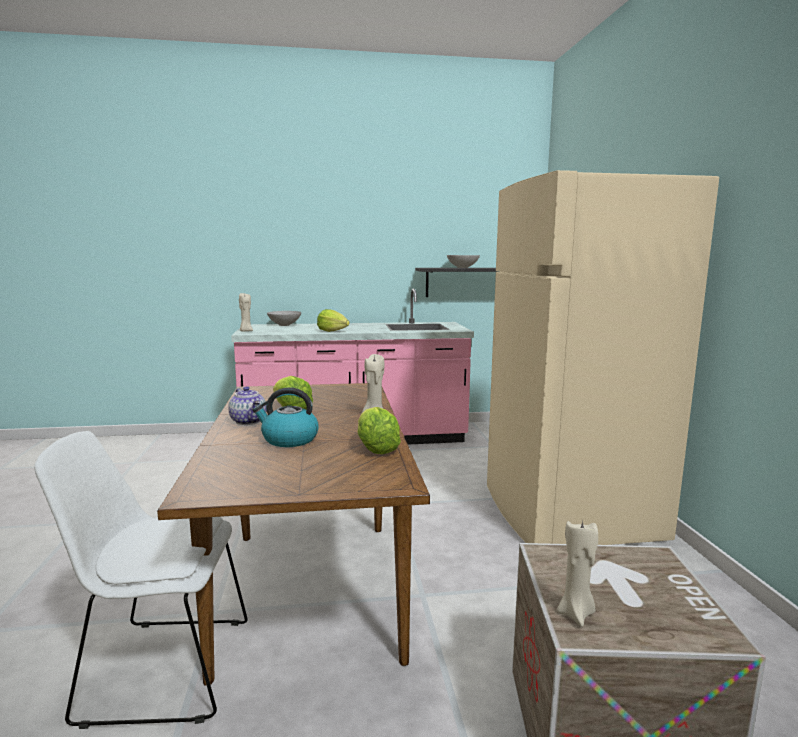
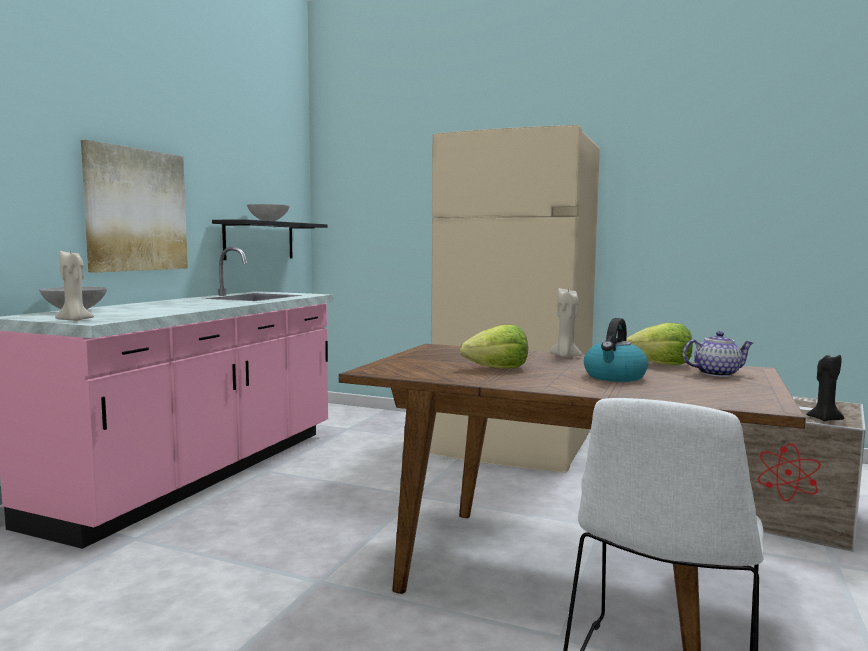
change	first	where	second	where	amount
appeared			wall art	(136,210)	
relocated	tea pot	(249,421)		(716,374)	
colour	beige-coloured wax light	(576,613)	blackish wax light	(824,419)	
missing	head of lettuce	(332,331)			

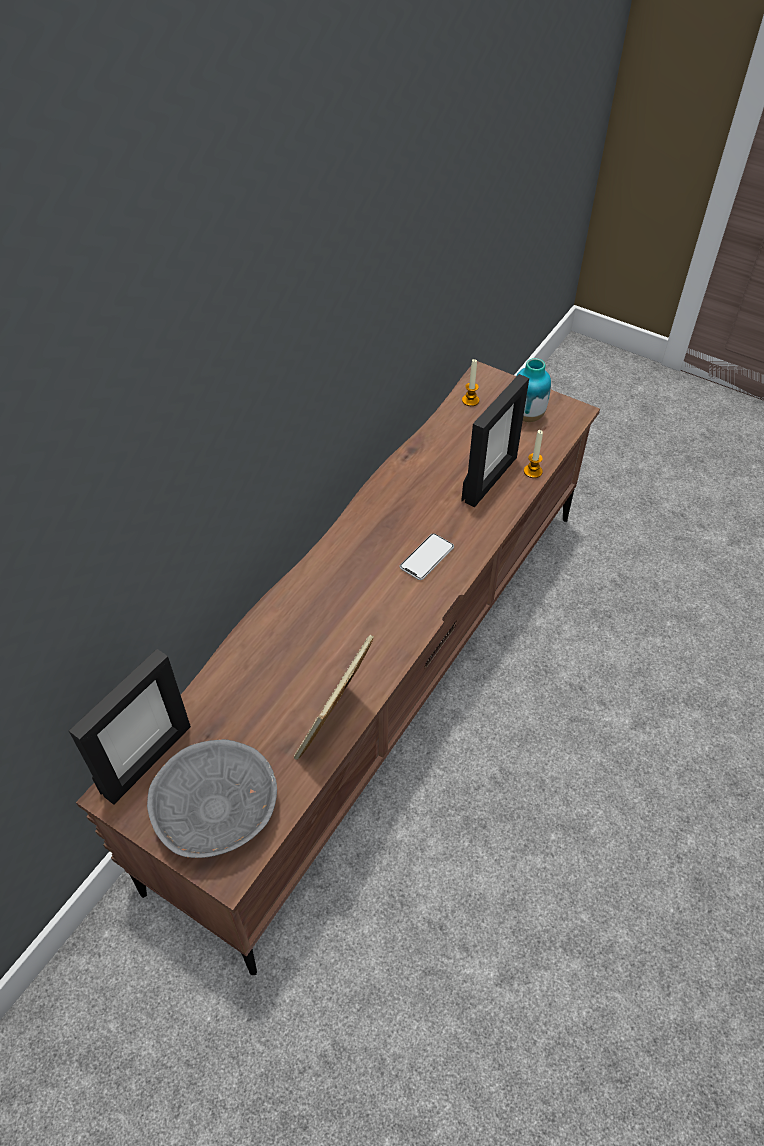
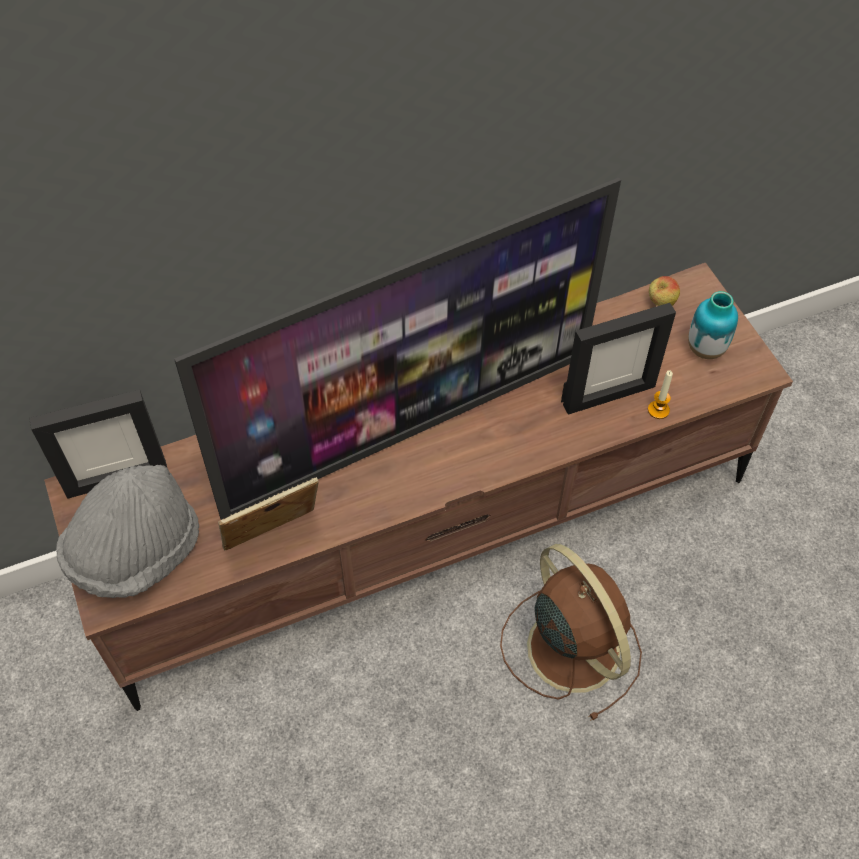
change	first	where	second	where	amount
exchanged	gray deep dish	(218,810)	gray clothing hat	(135,552)	
appeared			TV set	(409,429)	
appeared			brown-coloured electric fan	(570,645)	
exchanged	wax light	(470,400)	apple	(661,303)	
missing	telephone	(427,557)			

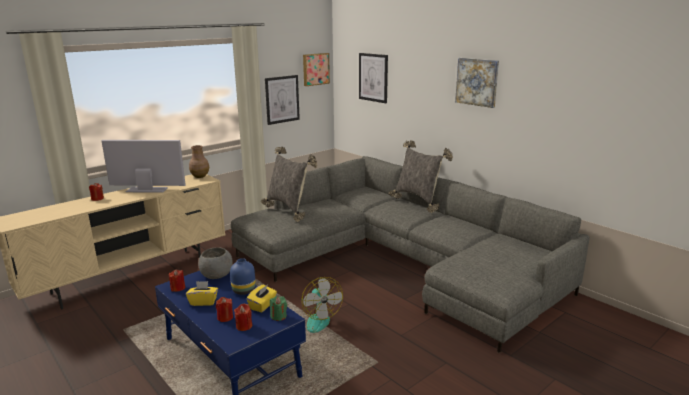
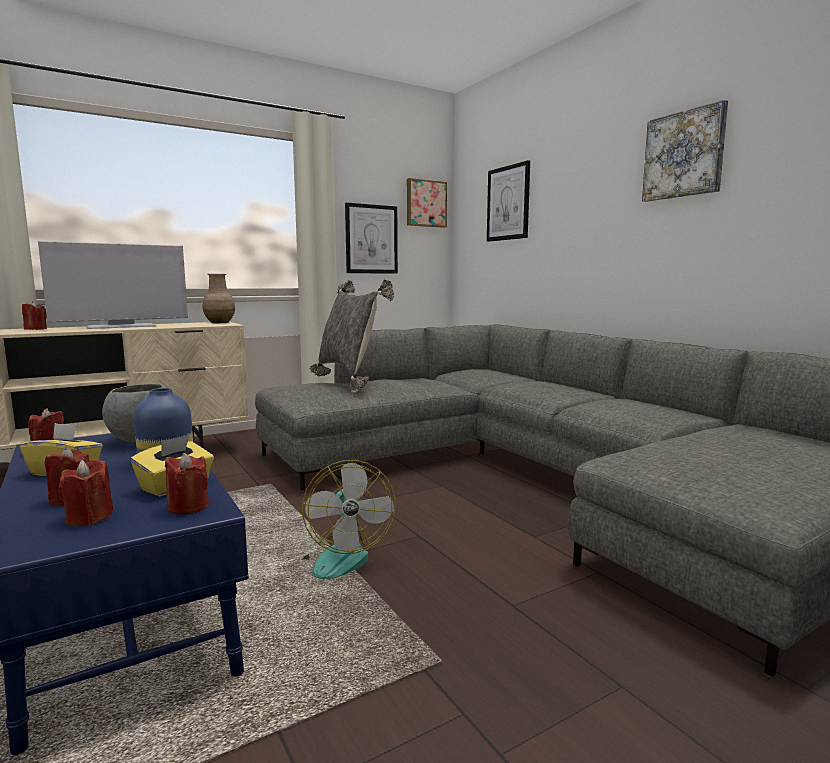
change	first	where	second	where	amount
spun	TV set	(146,190)		(122,326)	135 degrees clockwise
colour	green wax light	(278,316)	red wax light	(188,507)	
missing	cushion	(419,203)			

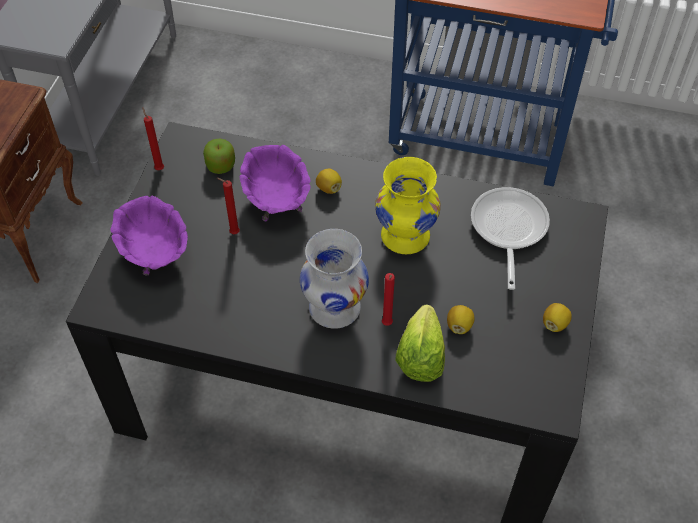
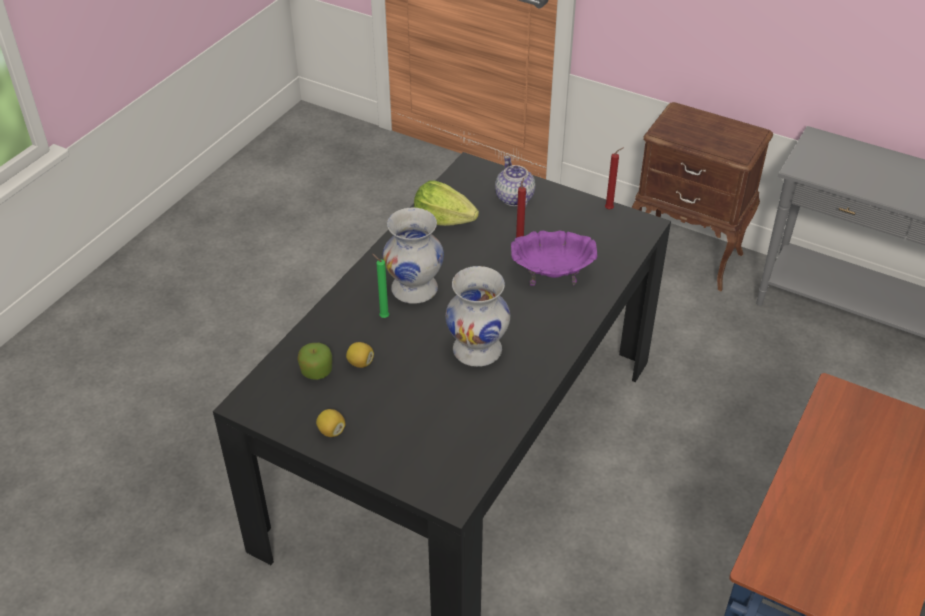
change	first	where	second	where	amount
relocated	apple	(220,165)		(316,371)	
colour	red wax light	(386,325)	green wax light	(382,317)	
relocated	head of lettuce	(420,357)		(443,220)	
colour	yellow vase	(406,236)	whitish vase	(476,350)	
exchanged	purple deep dish	(155,252)	tea pot	(514,198)	
missing	lemon	(329,188)			
missing	pan	(507,230)			

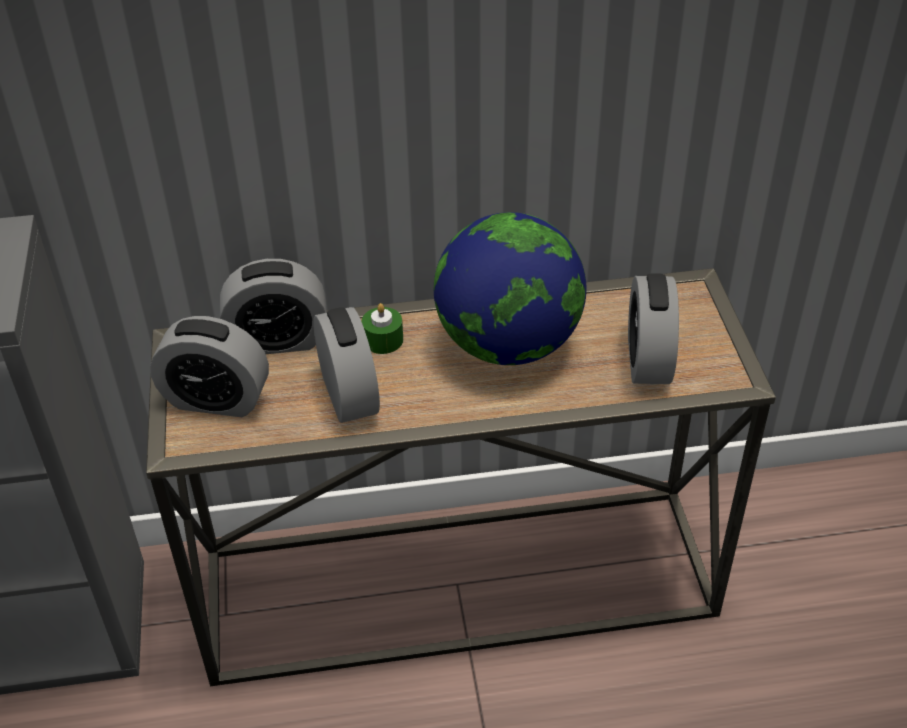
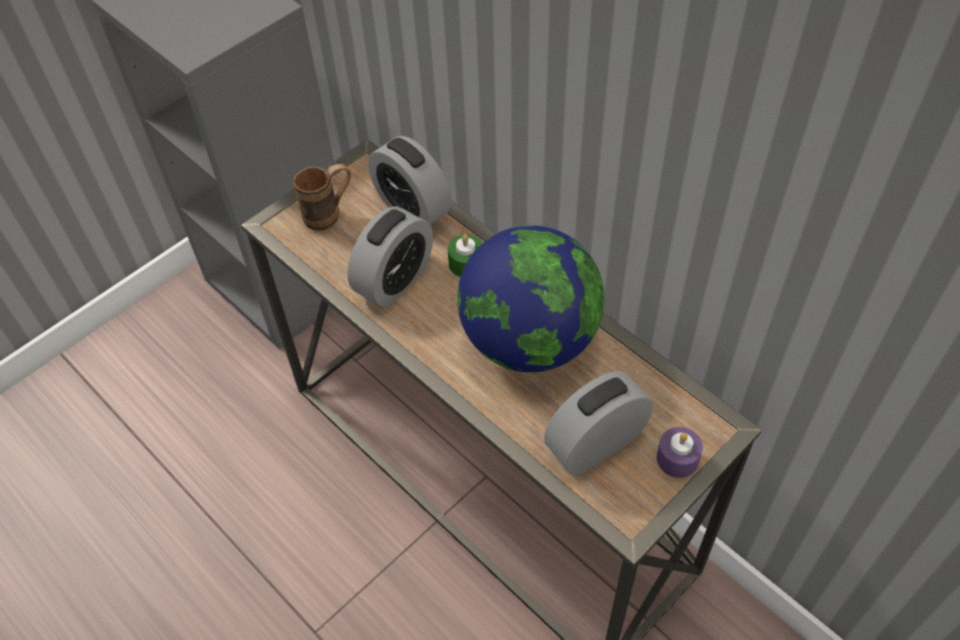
change	first	where	second	where	amount
exchanged	bedside clock	(216,399)	brown-coloured tea mug	(329,214)	
appeared			purple wax light	(677,459)	

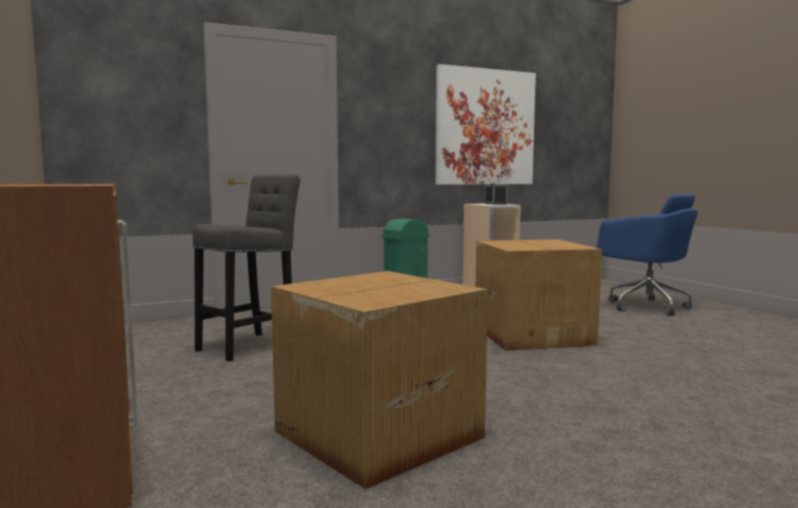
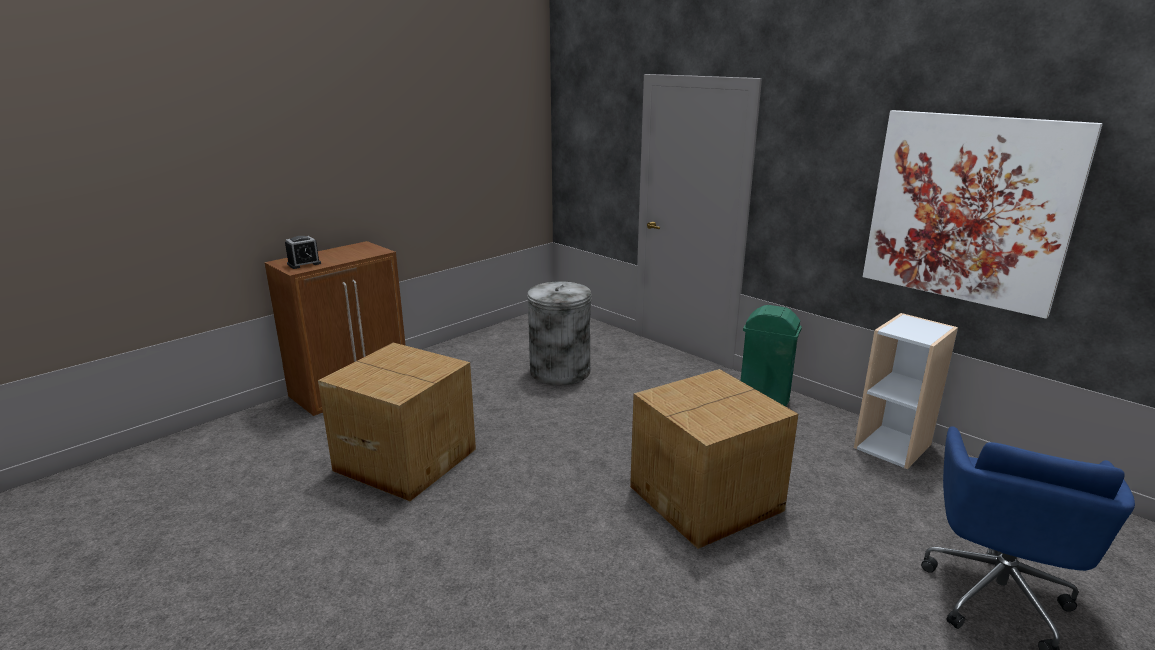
change	first	where	second	where	amount
relocated	bedside clock	(495,204)		(304,264)	
exchanged	gray stool seat	(251,346)	gray rubbish bin	(560,371)	

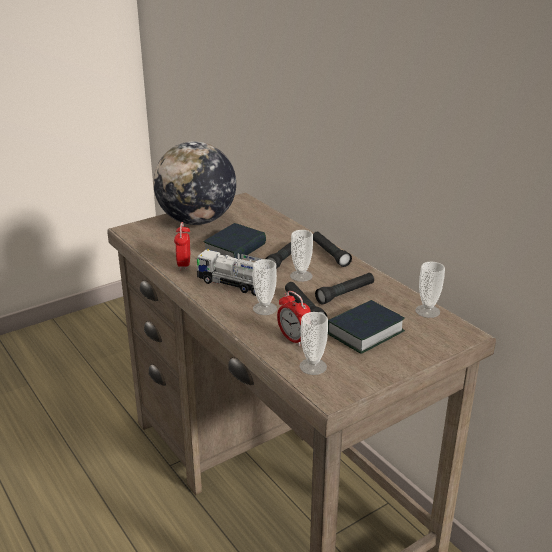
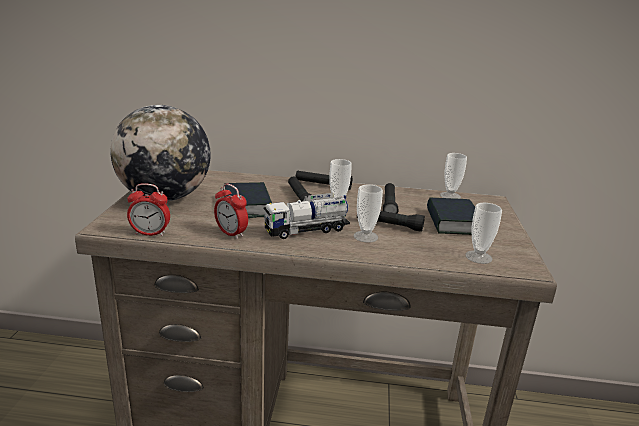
change	first	where	second	where	amount
relocated	bedside clock	(294,339)		(150,233)	

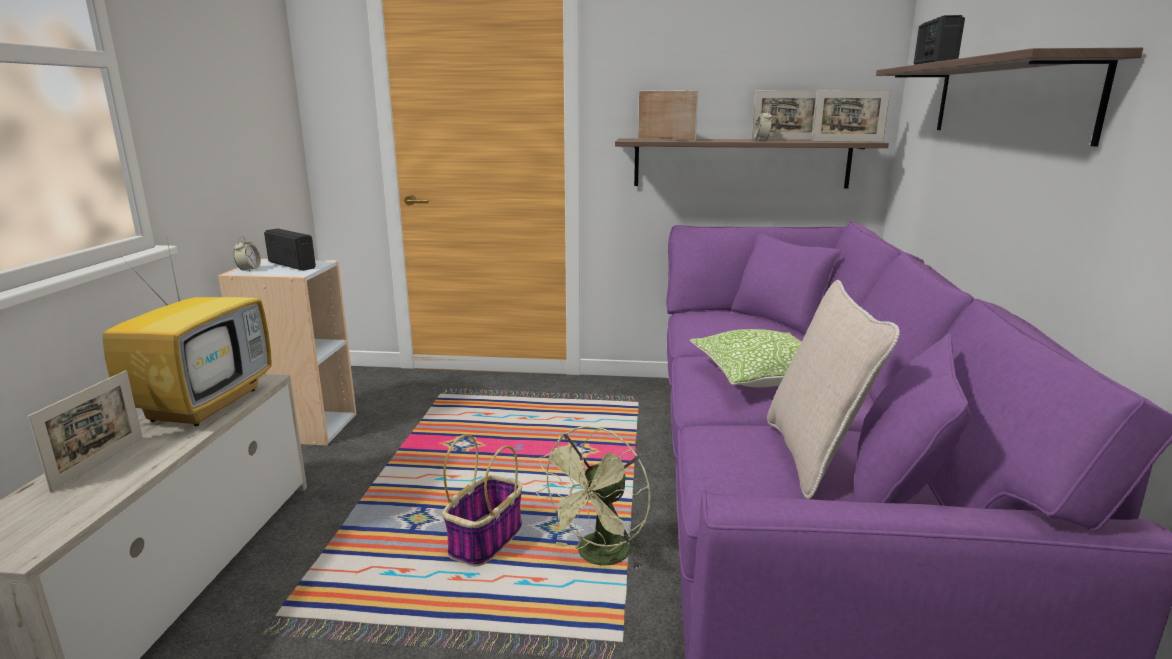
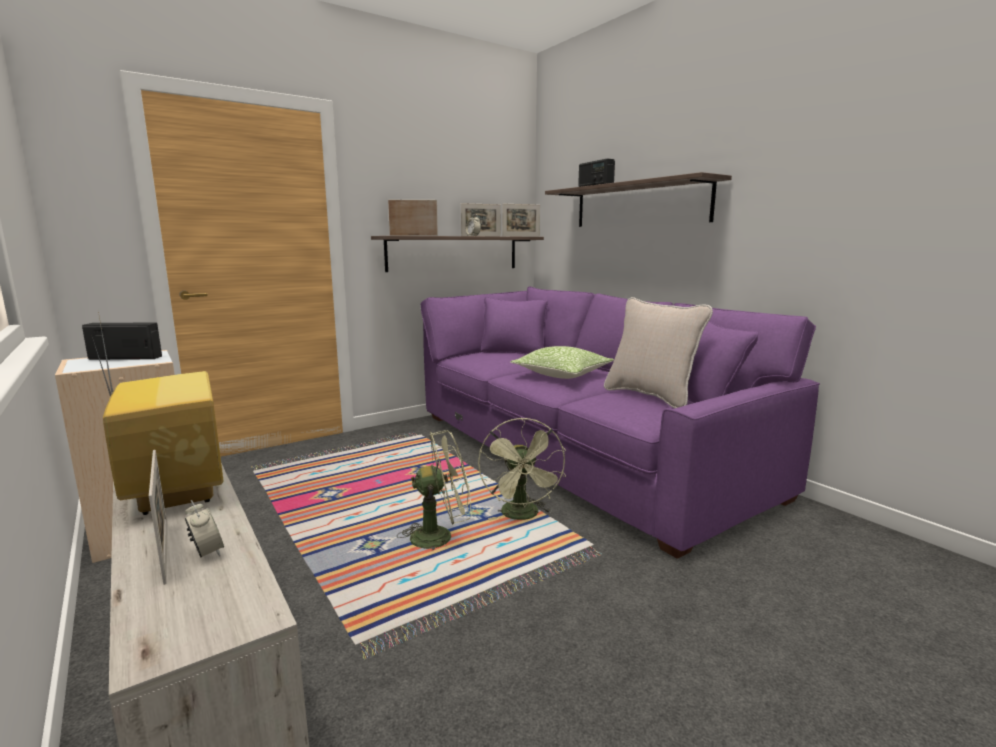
change	first	where	second	where	amount
relocated	bedside clock	(249,270)		(207,553)	
exchanged	basket	(486,539)	green electric fan	(440,536)	

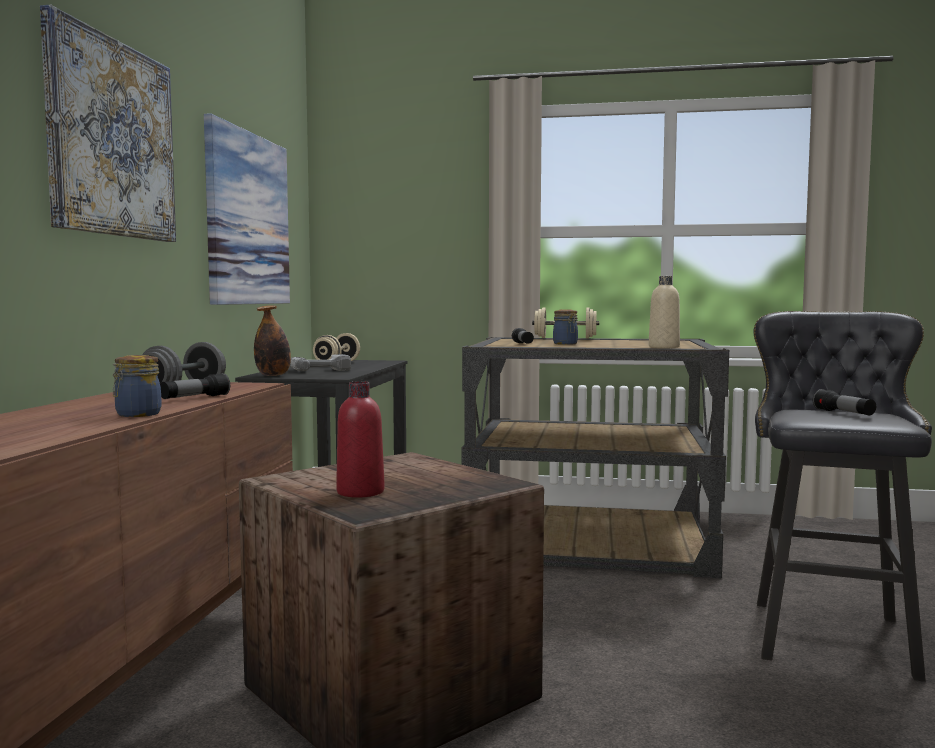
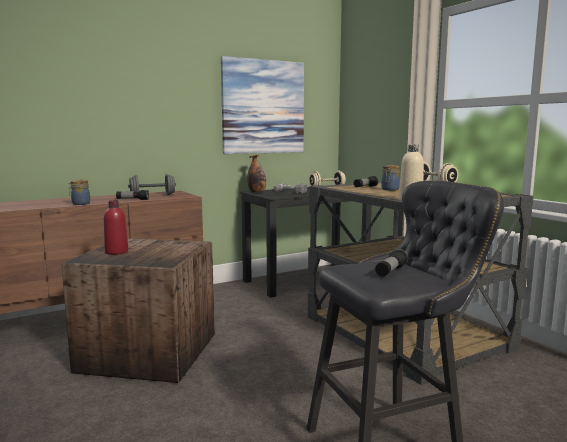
change	first	where	second	where	amount
missing	wall art	(111,139)			

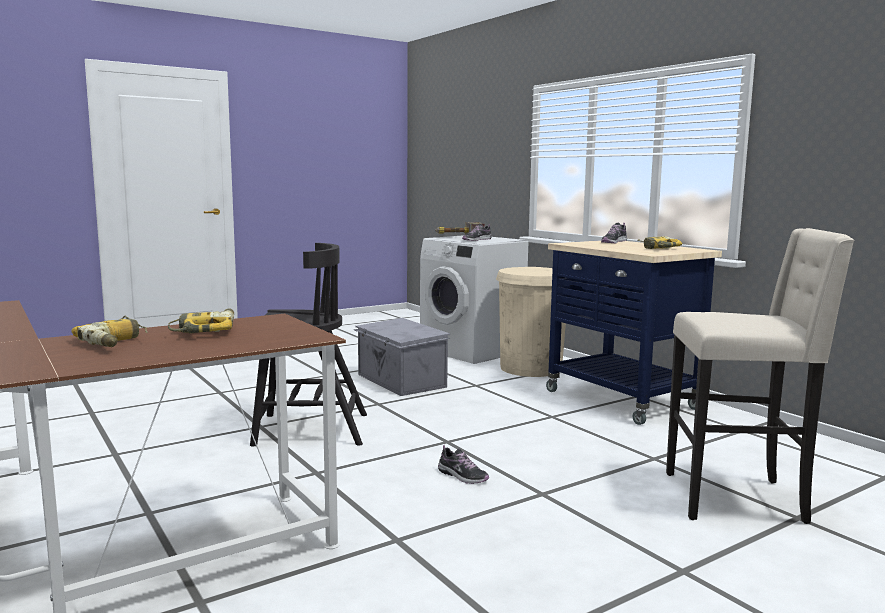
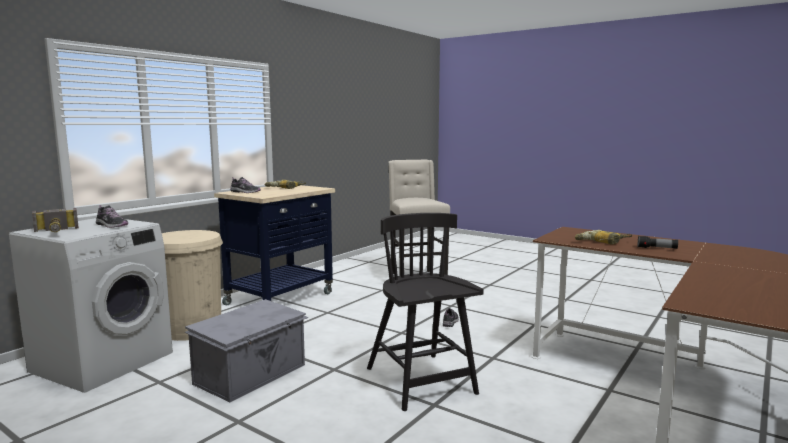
change	first	where	second	where	amount
exchanged	power drill	(115,341)	torch	(657,248)	

